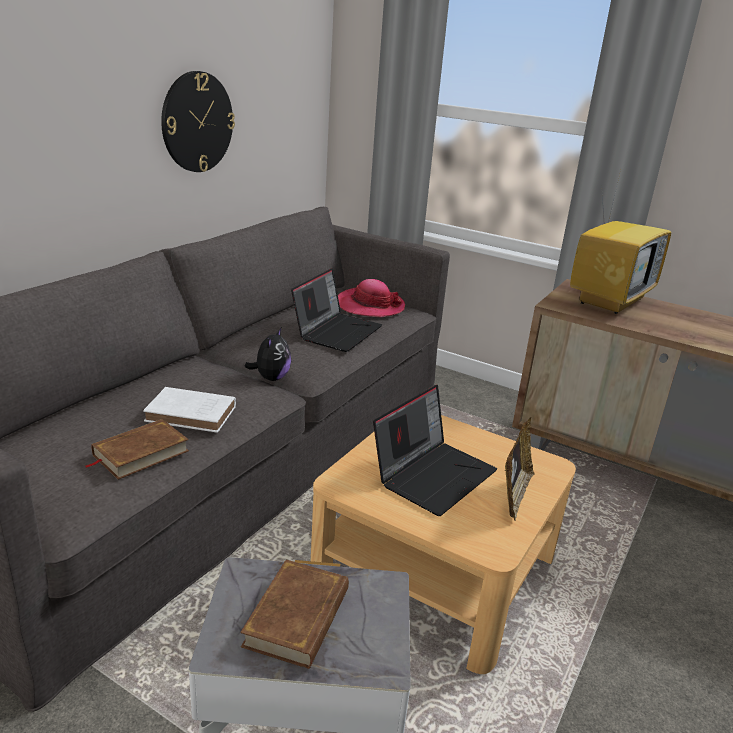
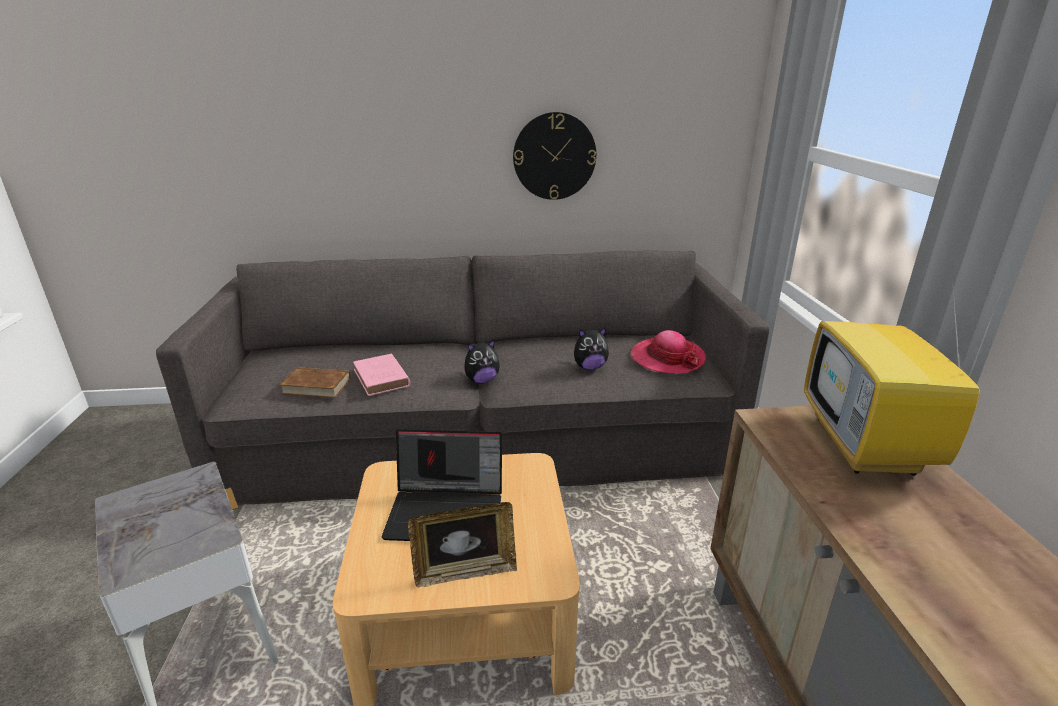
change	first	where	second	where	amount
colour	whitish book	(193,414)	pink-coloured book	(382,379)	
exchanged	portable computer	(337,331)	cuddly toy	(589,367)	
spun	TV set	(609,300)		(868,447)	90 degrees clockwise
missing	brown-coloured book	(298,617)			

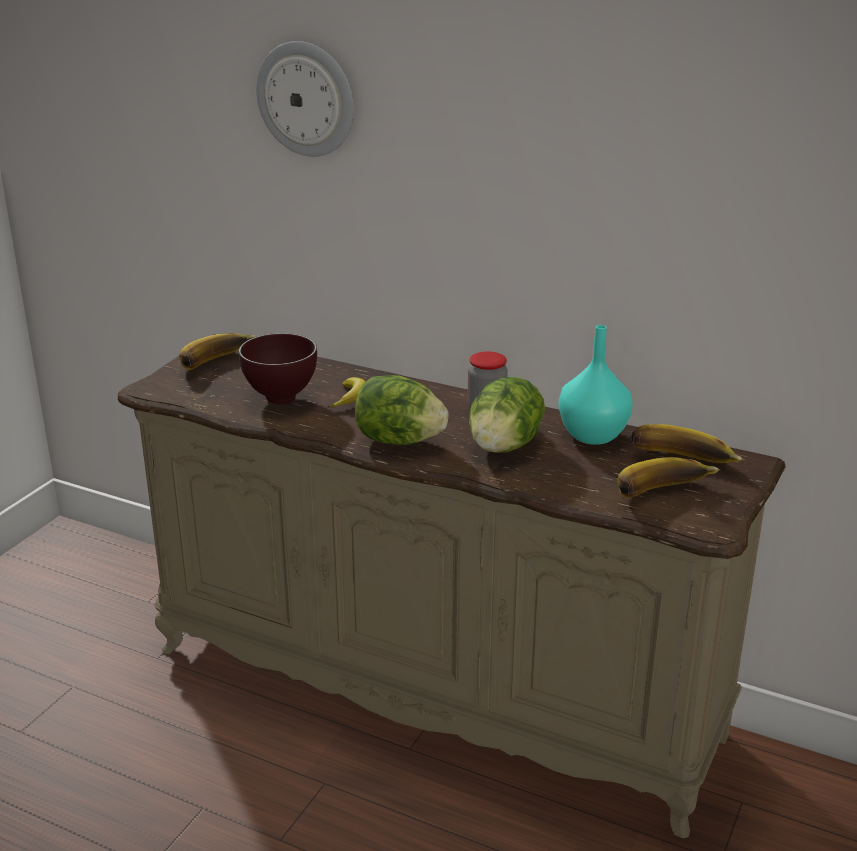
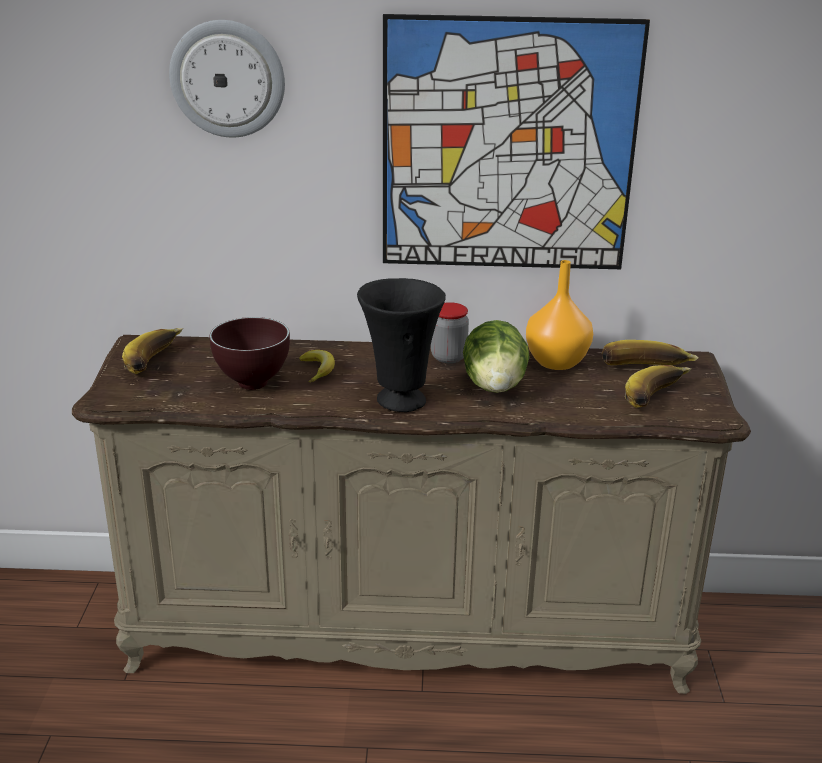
change	first	where	second	where	amount
exchanged	head of lettuce	(399,441)	blackish vase	(399,400)	
appeared			wall art	(508,147)	
colour	blue-green vase	(592,435)	orangey vase	(555,361)	

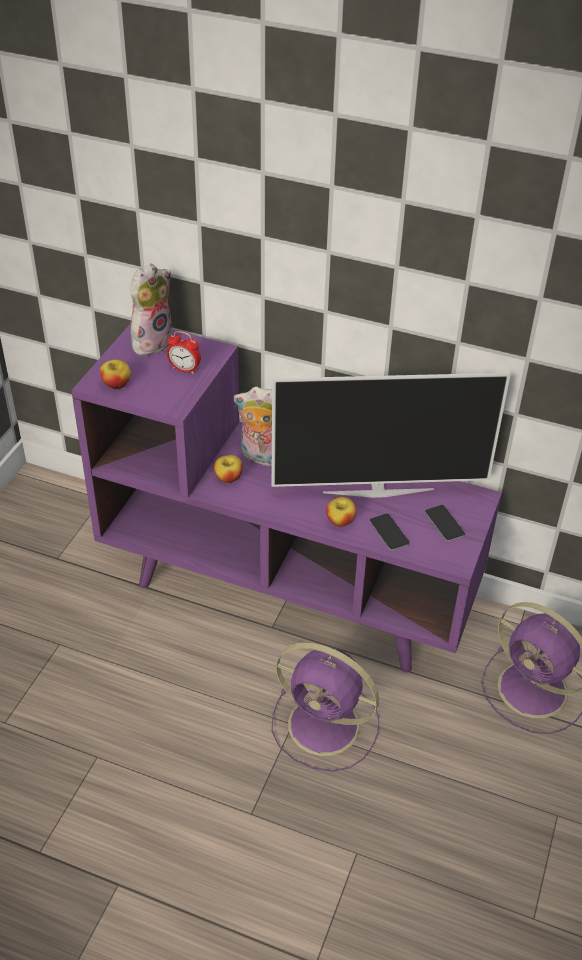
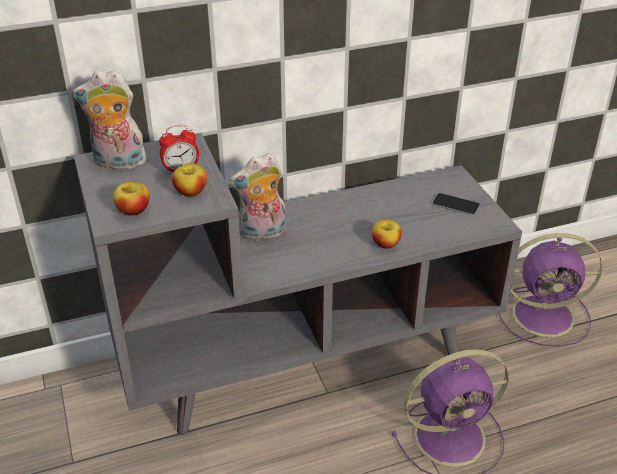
change	first	where	second	where	amount
spun	cuddly toy	(151,342)		(118,163)	90 degrees counterclockwise
colour	purple tv unit	(290,590)	gray tv unit	(309,356)	
relocated	apple	(228,478)		(191,192)	
missing	TV set	(378,490)			
missing	telephone	(389,532)			

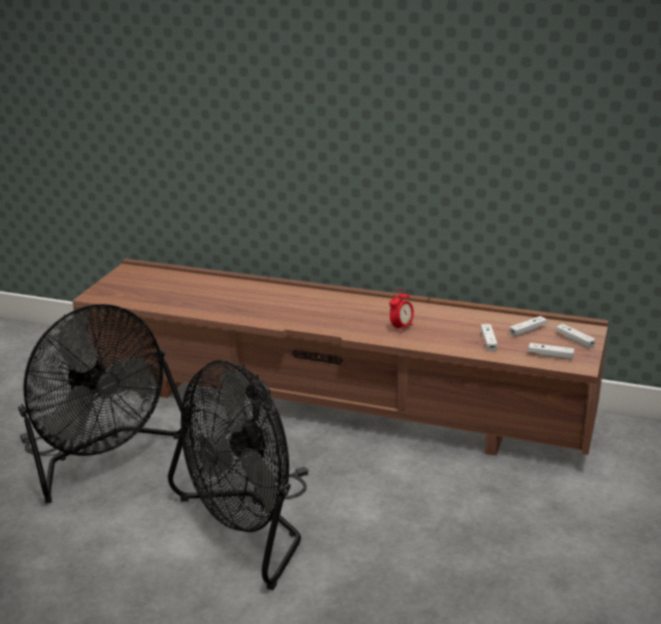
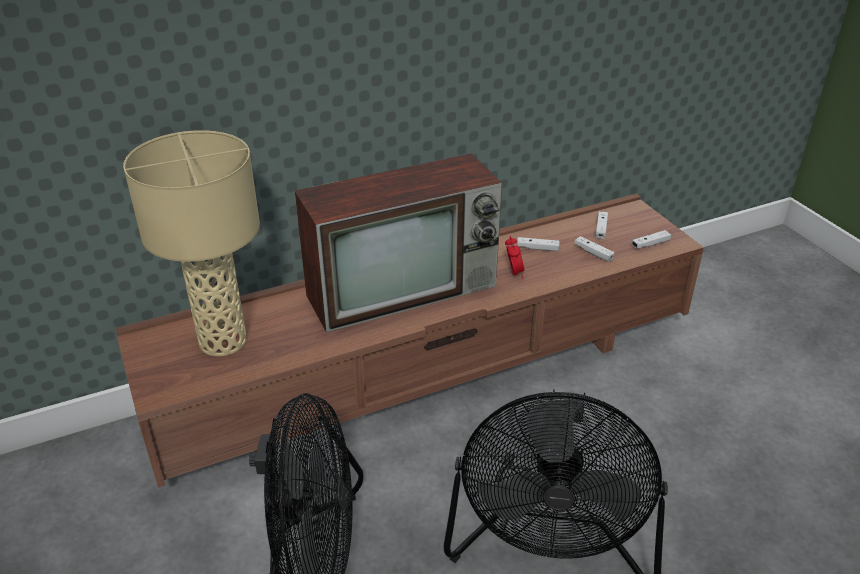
change	first	where	second	where	amount
appeared			beige-coloured table lamp	(223,341)	
appeared			TV set	(404,289)	
relocated	whitish game controller	(574,340)		(537,248)	

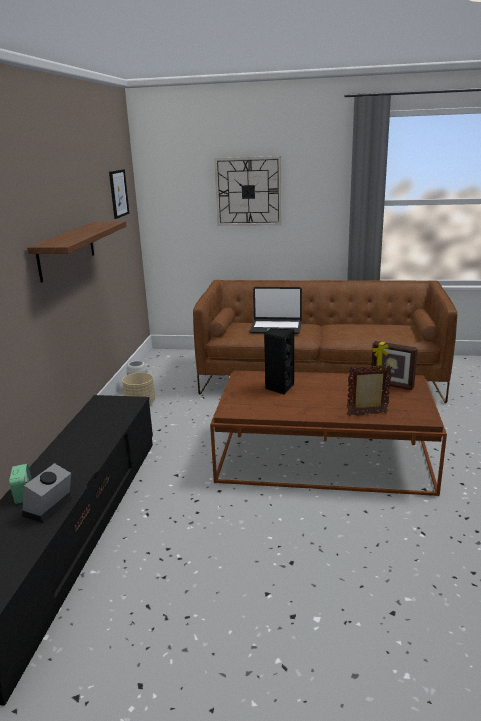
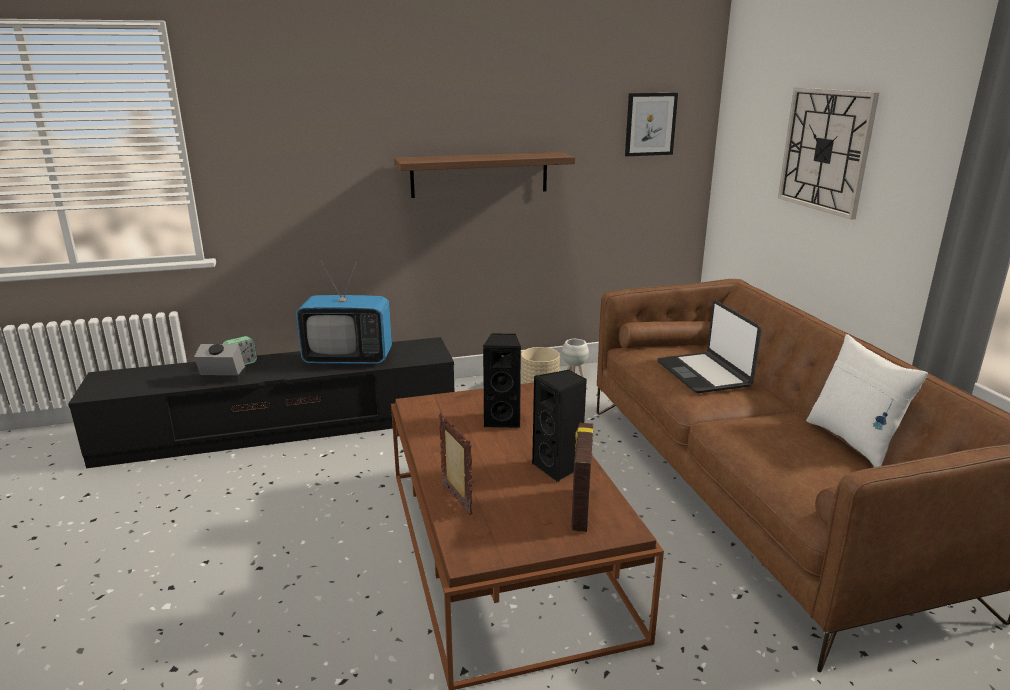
change	first	where	second	where	amount
appeared			TV set	(348,359)	
appeared			blackish loudspeaker	(559,467)	
appeared			whitish cushion	(852,442)	

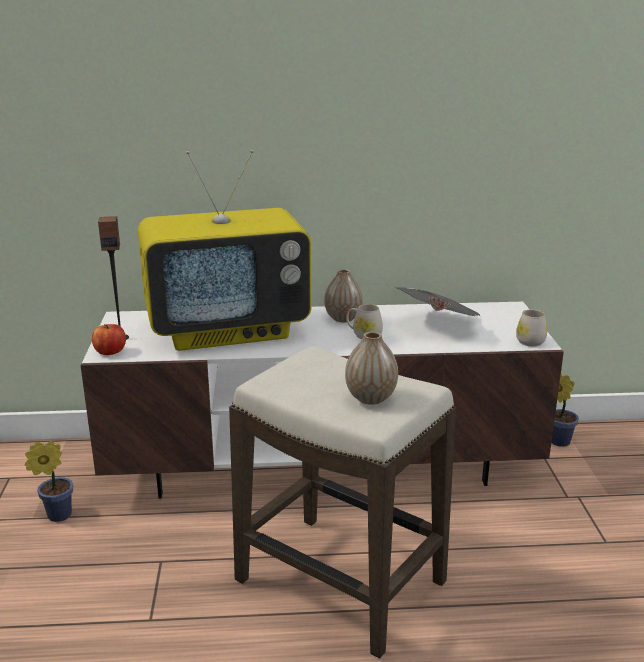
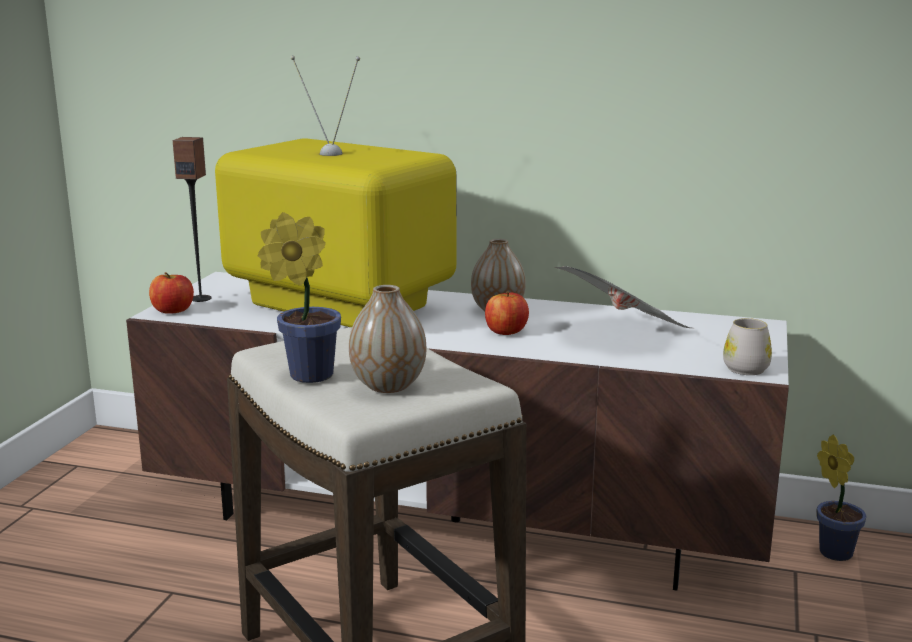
change	first	where	second	where	amount
spun	TV set	(228,330)		(335,306)	150 degrees counterclockwise
relocated	potted plant	(56,515)		(305,375)	
exchanged	whitish tea mug	(363,335)	apple	(506,331)	

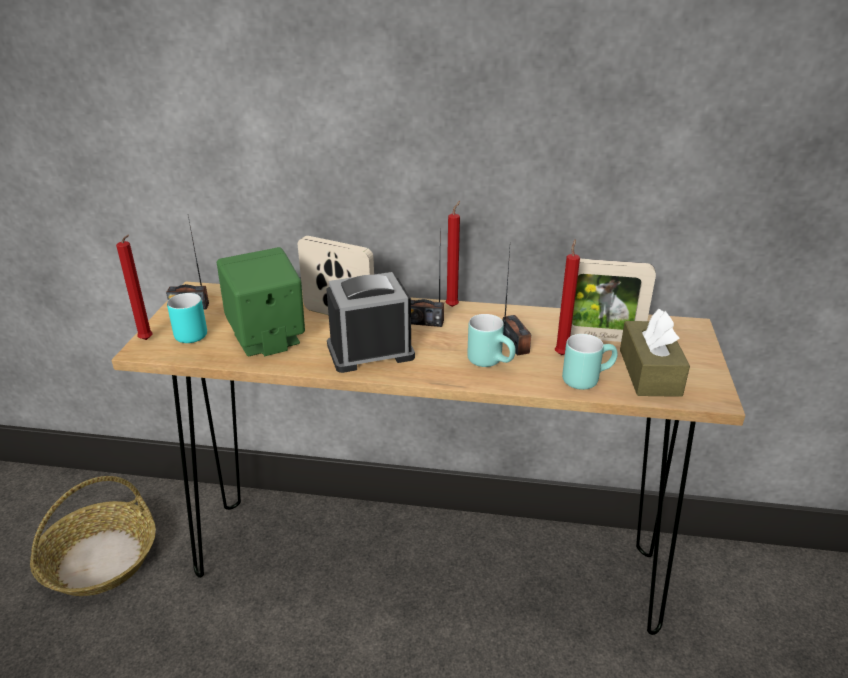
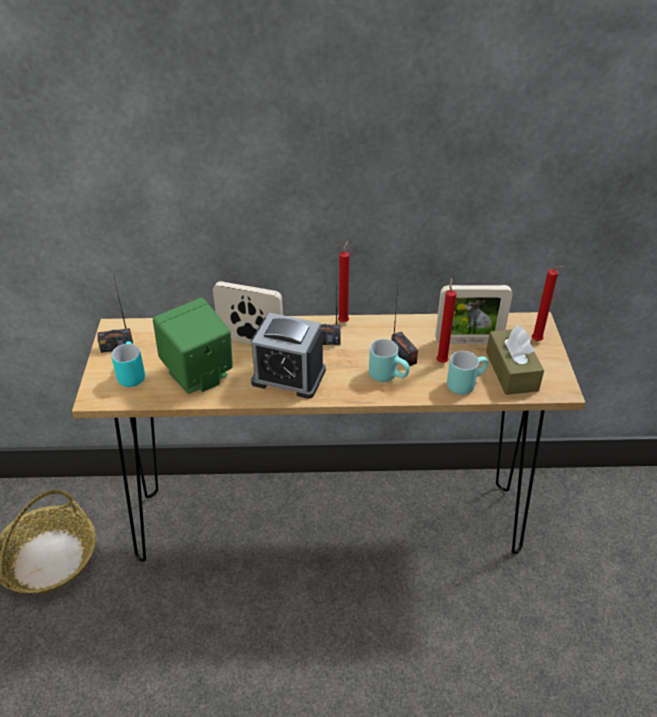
change	first	where	second	where	amount
spun	bedside clock	(370,351)		(288,376)	135 degrees counterclockwise
relocated	red wax light	(147,340)		(538,341)	

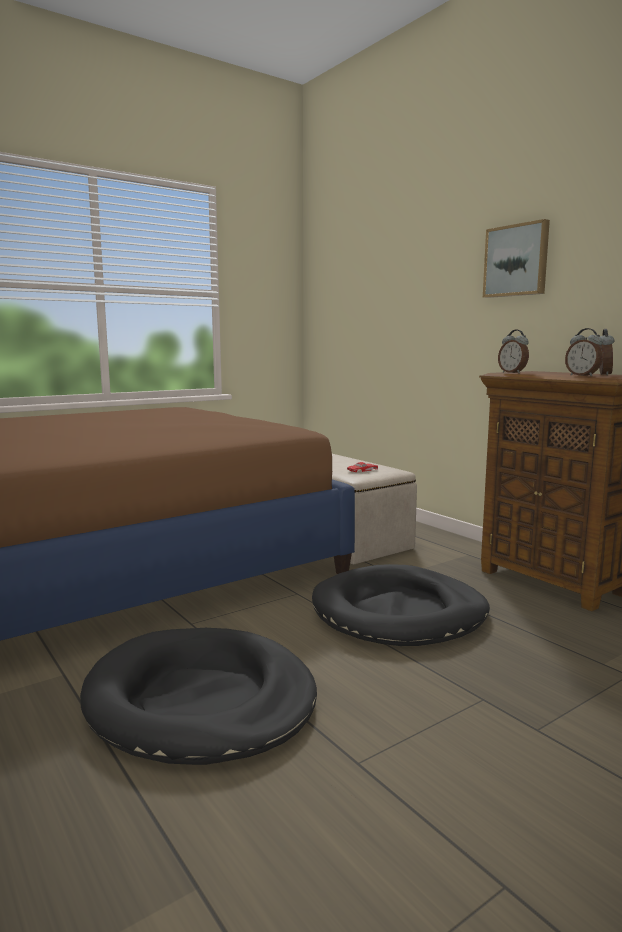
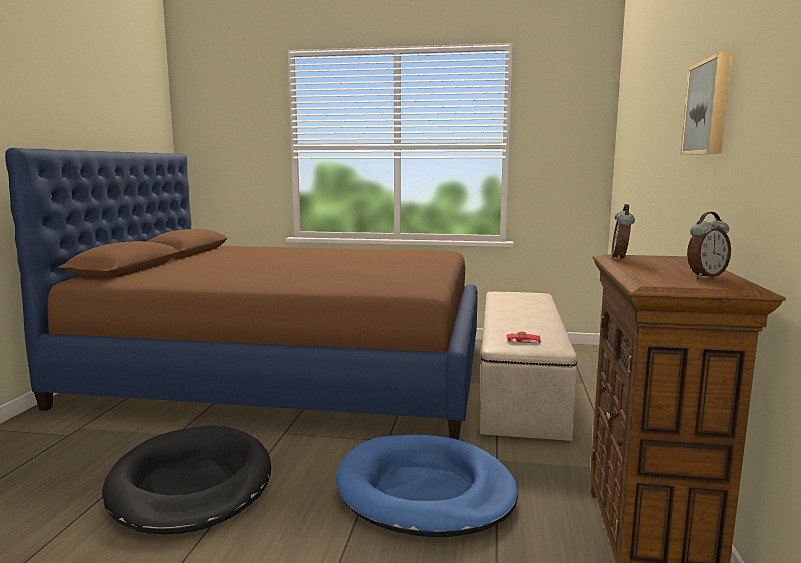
change	first	where	second	where	amount
colour	blackish dog bed	(399,612)	blue-coloured dog bed	(425,491)	
missing	bedside clock	(582,375)			

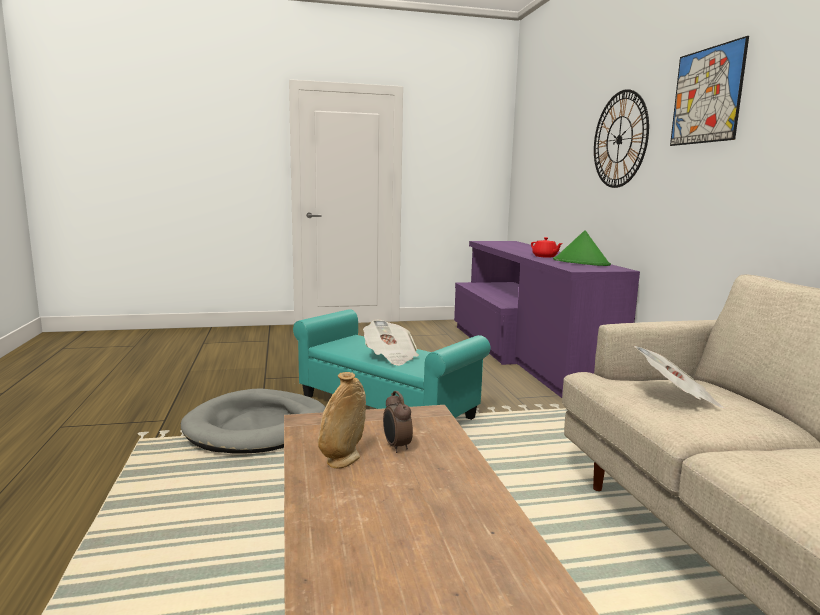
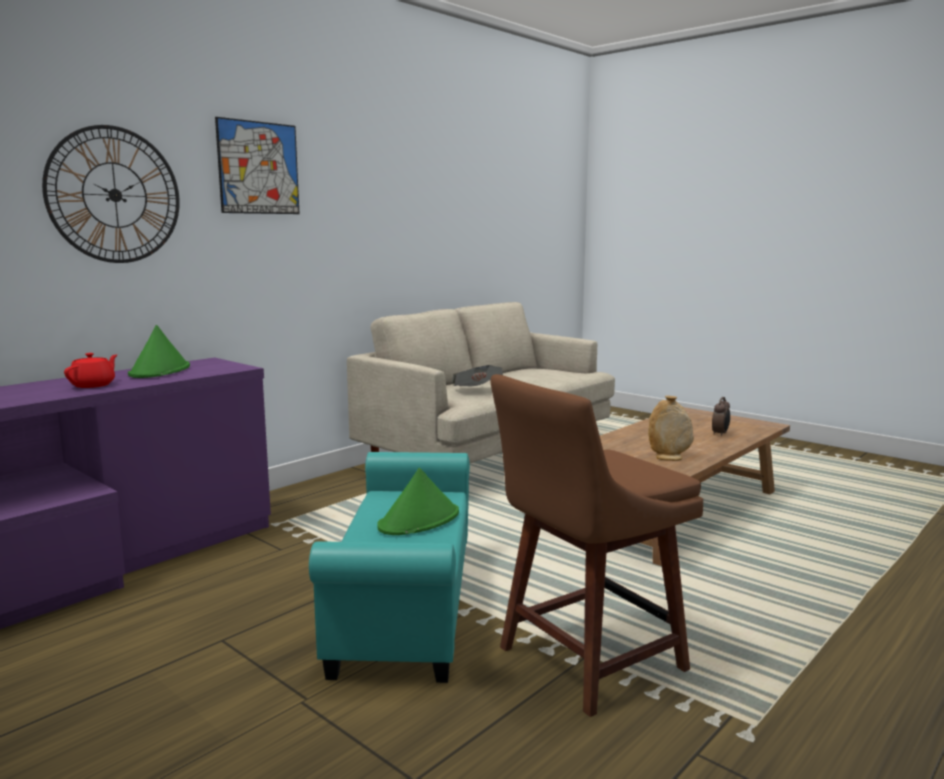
change	first	where	second	where	amount
exchanged	printed paper	(390,357)	green clothing hat	(419,520)	
exchanged	gray dog bed	(257,427)	brown-coloured stool seat	(584,660)	
relocated	bedside clock	(396,447)		(720,434)	

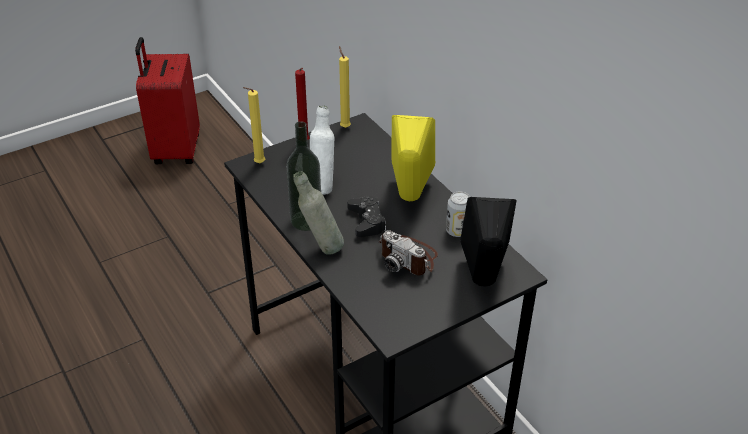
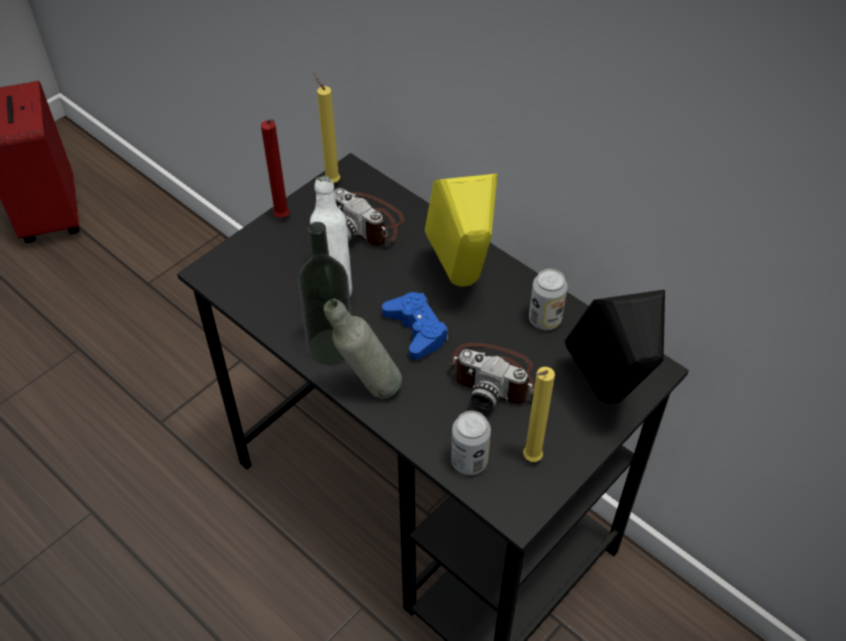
change	first	where	second	where	amount
appeared			still camera	(367,222)	
colour	blackish game controller	(367,221)	blue-coloured game controller	(416,330)	
appeared			can	(469,461)	
relocated	yellow wax light	(258,164)		(530,460)	

